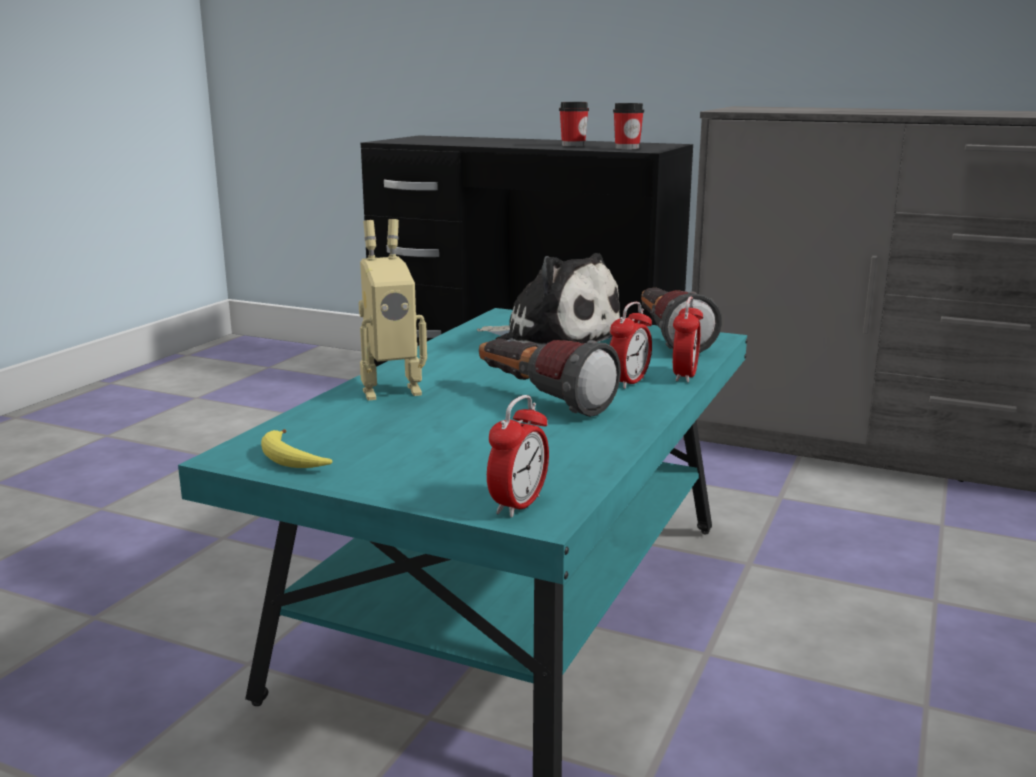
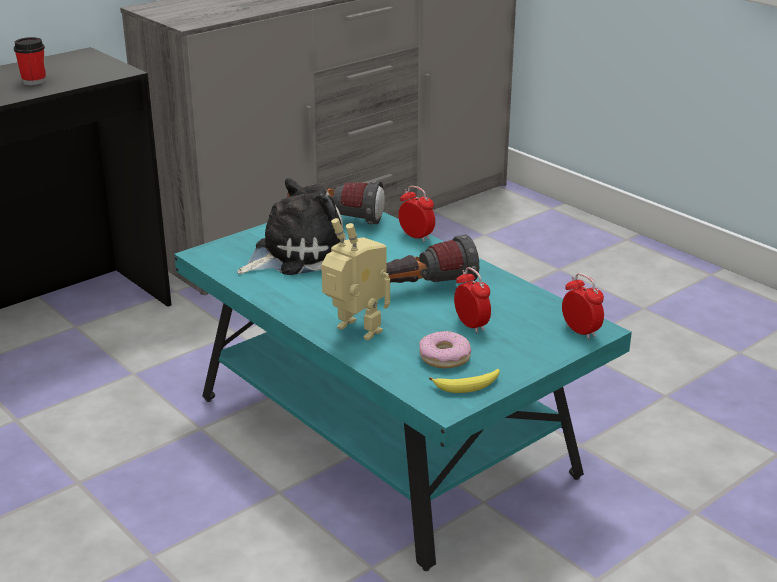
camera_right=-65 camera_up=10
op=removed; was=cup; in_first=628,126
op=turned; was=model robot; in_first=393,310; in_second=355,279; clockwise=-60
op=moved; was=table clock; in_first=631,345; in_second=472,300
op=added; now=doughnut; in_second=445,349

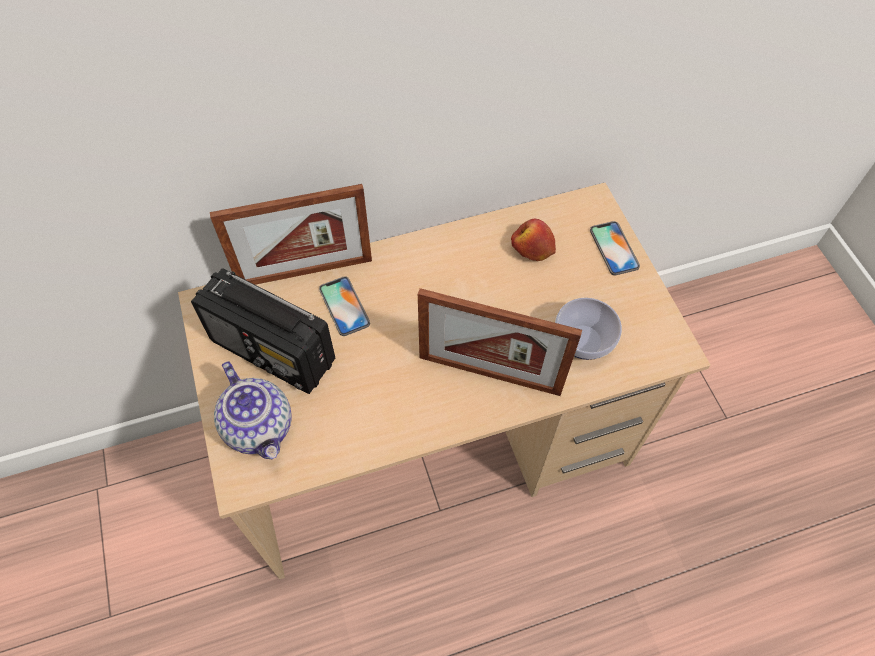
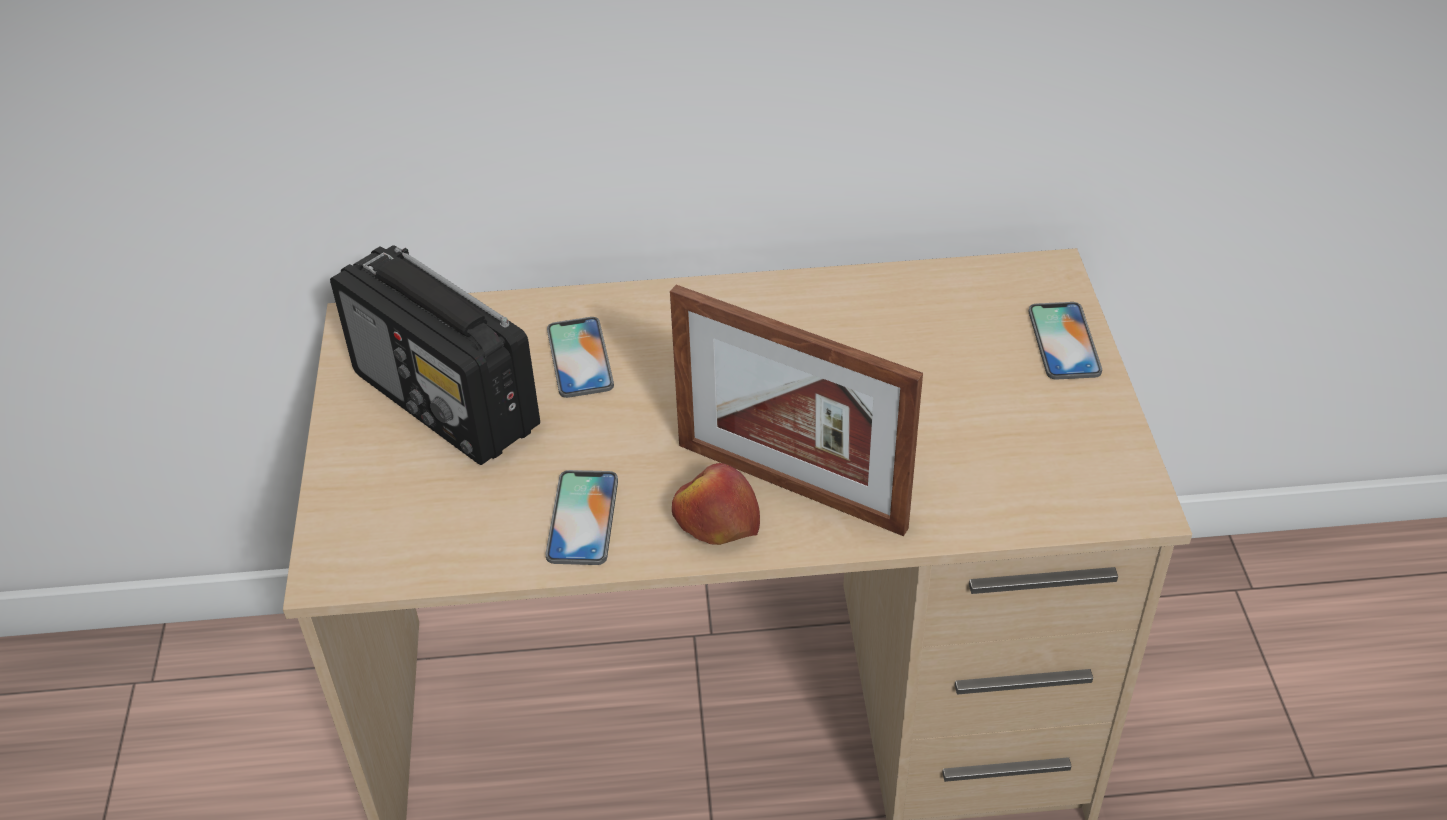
camera_right=15 camera_up=-15
op=removed; was=picture frame; in_first=291,234
op=moved; was=apple; in_first=533,240; in_second=716,504
op=removed; was=serving bowl; in_first=588,329
op=removed; was=teapot; in_first=253,410
op=added; now=phone; in_second=581,517

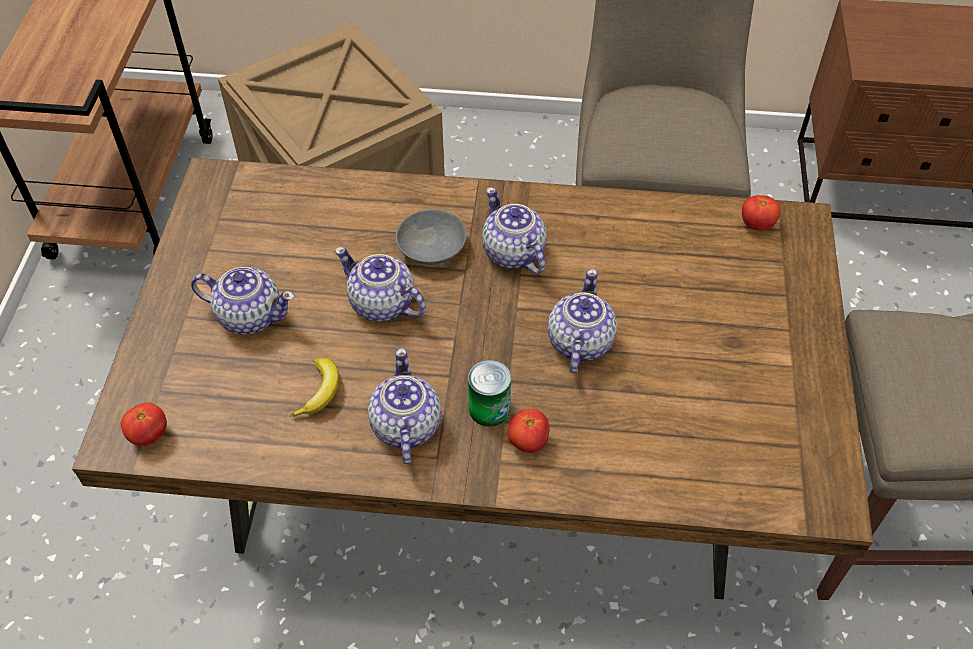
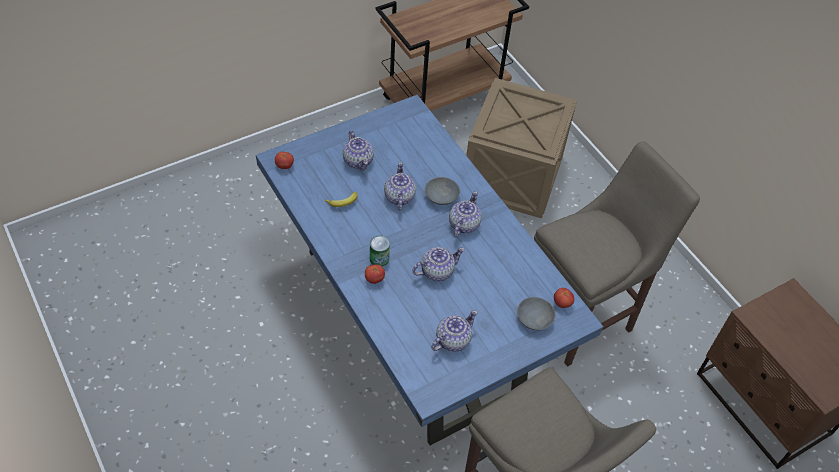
camera_right=50 camera_up=0
op=recoloured; was=kitchen table/brown-coloured; now=kitchen table/bluish; in_first=472,378; in_second=429,270
op=moved; was=teapot; in_first=404,406; in_second=455,331
op=added; now=serving bowl/gray; in_second=536,313

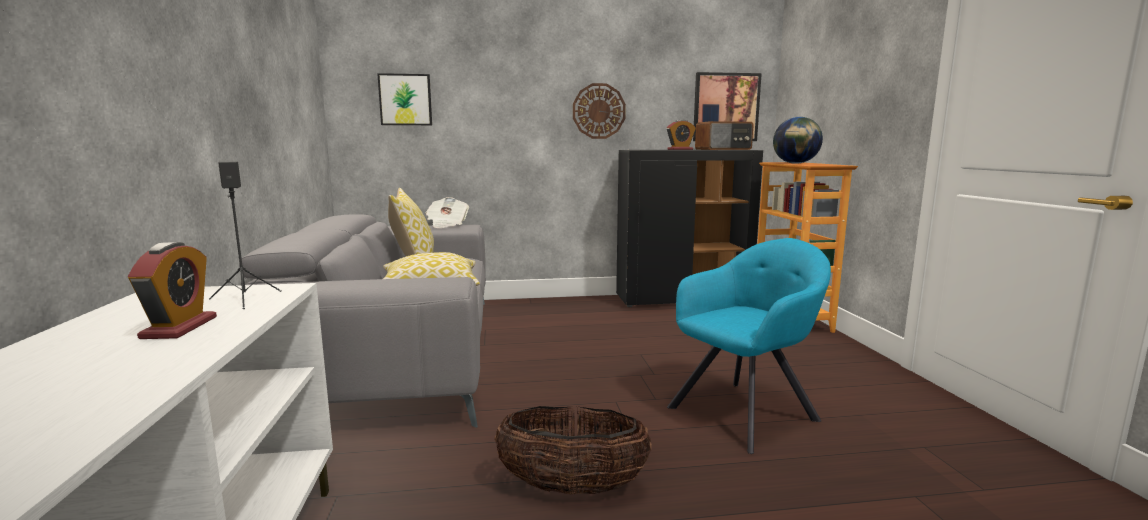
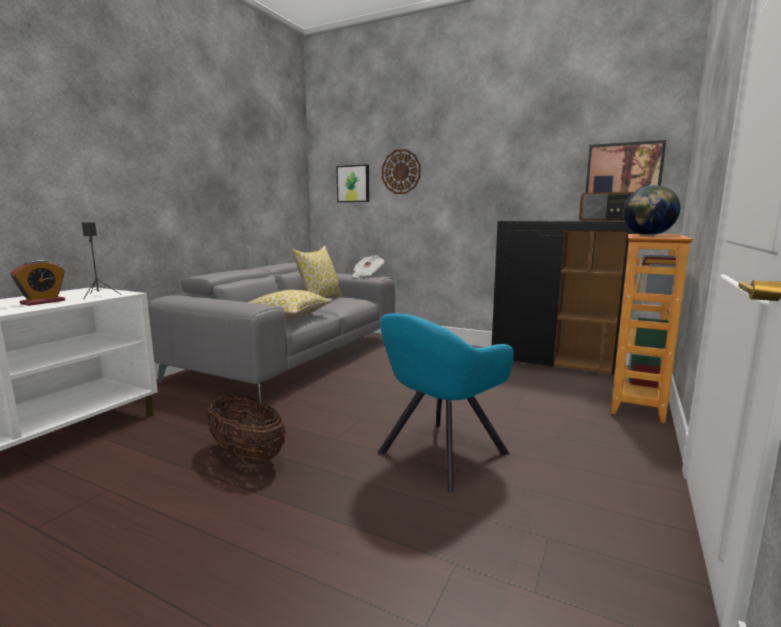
camera_right=35 camera_up=0
op=moved; was=clock on the wall; in_first=599,111; in_second=401,171
op=removed; was=table clock; in_first=681,135
op=turned; was=easy chair/turquoise; in_first=749,346; in_second=446,402; clockwise=135

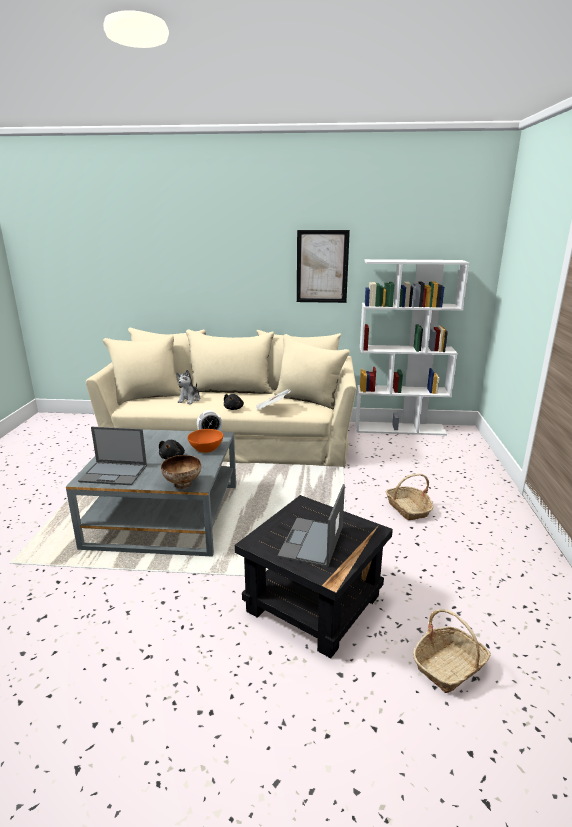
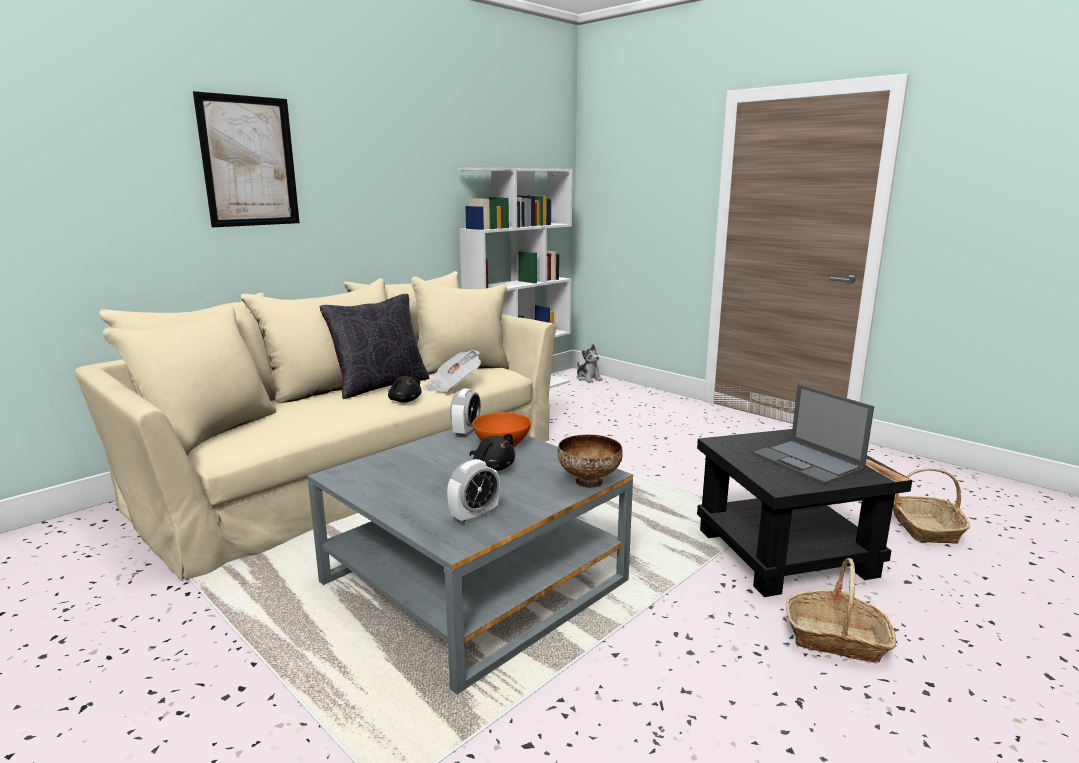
camera_right=-50 camera_up=-5
op=moved; was=wall art; in_first=323,266; in_second=246,159
op=moved; was=soft toy; in_first=188,387; in_second=589,363
op=replaced; was=portable computer; now=table clock; in_first=112,456; in_second=473,491
op=moved; was=storage basket; in_first=409,497; in_second=841,610
op=added; now=throw pillow/black-coloured; in_second=374,346

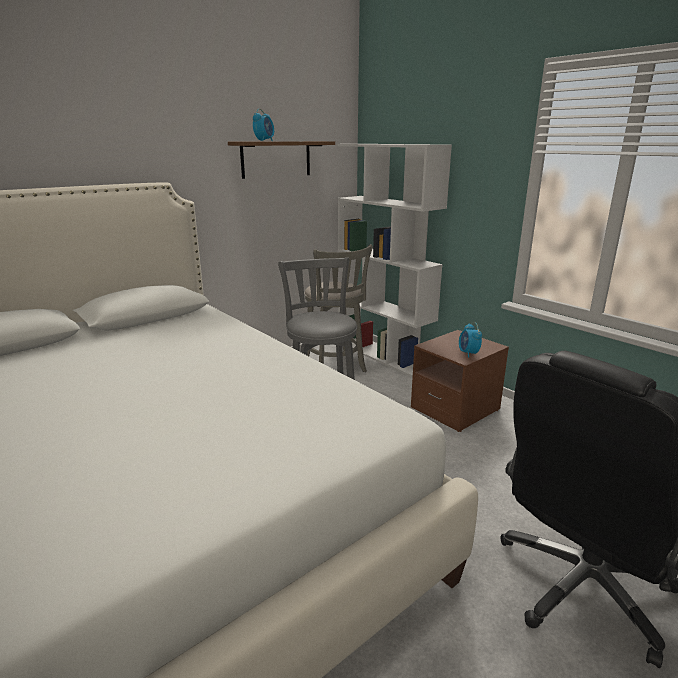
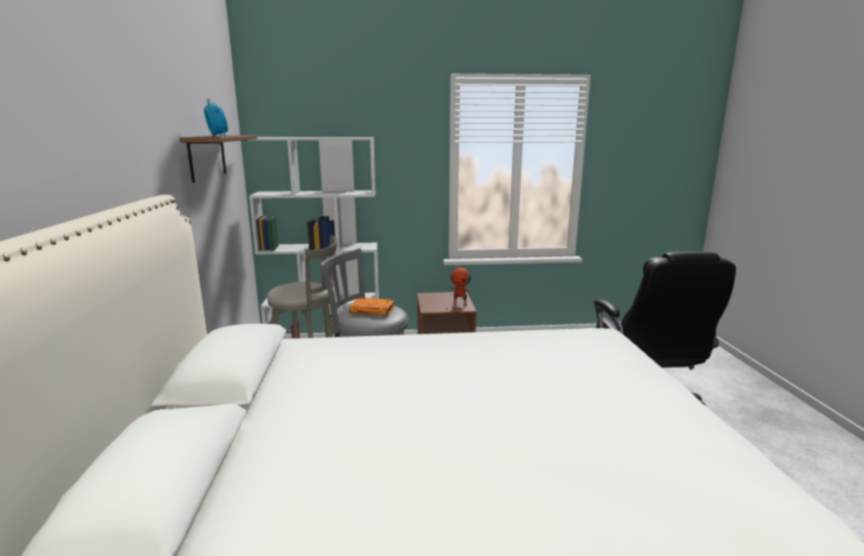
camera_right=-55 camera_up=-5
op=replaced; was=table clock; now=model robot; in_first=470,340; in_second=460,285
op=added; now=bound book/orangey; in_second=372,306

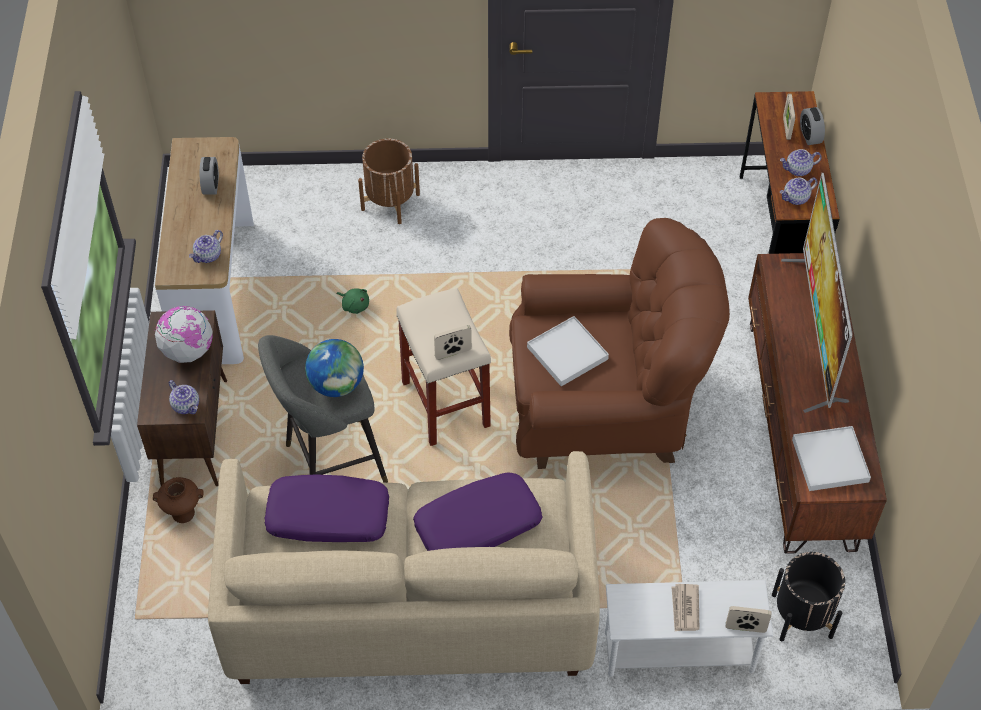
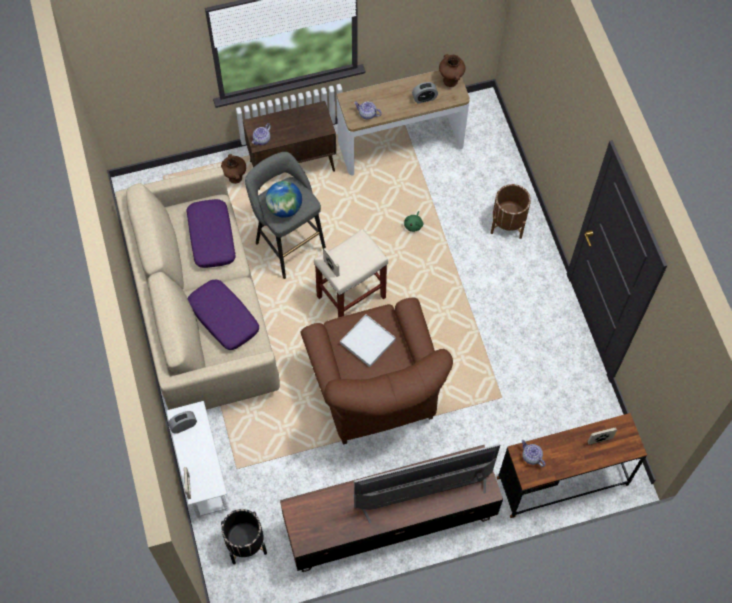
camera_right=75 camera_up=10
op=moved; was=table clock; in_first=812,126; in_second=182,422
op=removed; was=teapot; in_first=801,162
op=removed; was=world globe; in_first=184,334
op=removed; was=tray/white; in_first=831,458
op=removed; was=printed paper; in_first=685,607
op=added; now=decorative vase/brown-coloured; in_second=452,70

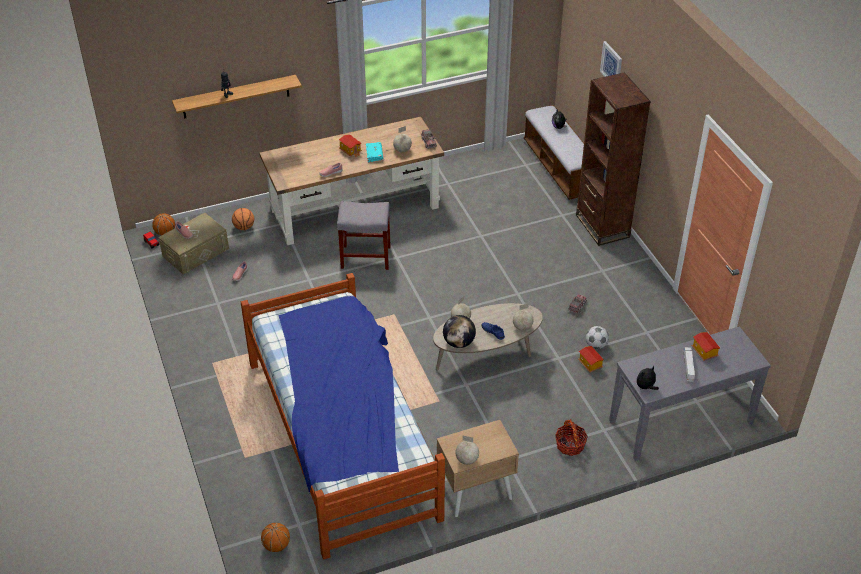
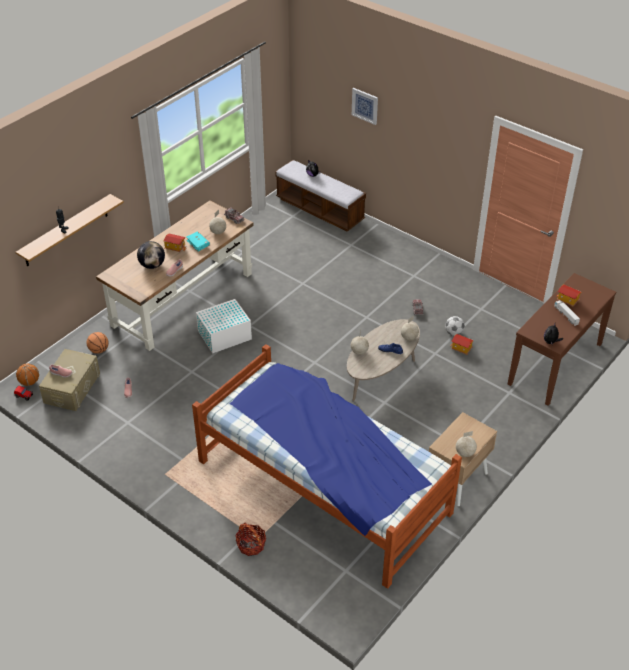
camera_right=-30 camera_up=0
op=removed; was=bookcase/brown-coloured; in_first=613,159
op=replaced; was=sitting stool/gray; now=storage bin/white; in_first=364,235; in_second=224,326
op=moved; was=world globe; in_first=459,331; in_second=151,255
op=recoloured; was=hall table/gray; now=hall table/brown-coloured; in_first=690,393; in_second=562,339
op=moved; was=storage basket; in_first=571,437; in_second=250,539
op=removed; was=ball for basketball; in_first=275,537

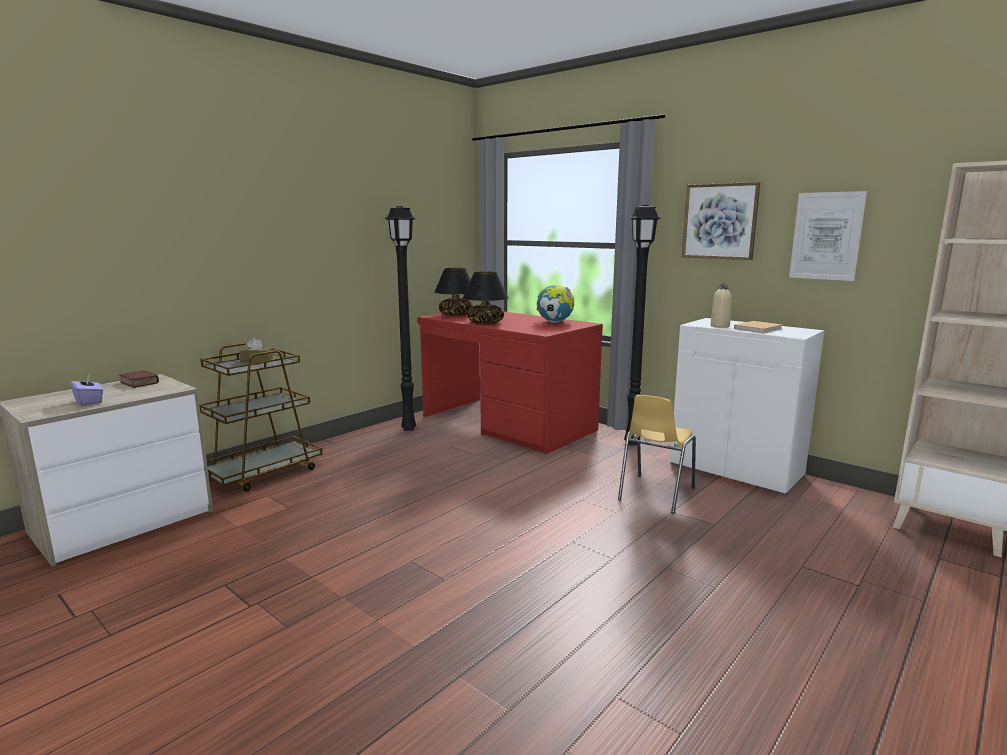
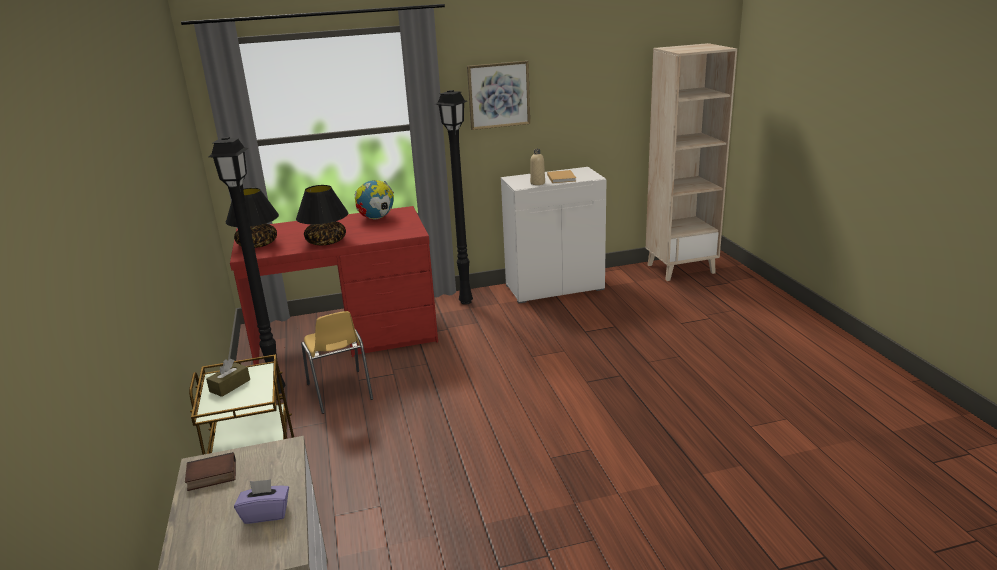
camera_right=-55 camera_up=10
op=removed; was=wall art; in_first=828,236
op=moved; was=chair/yellow; in_first=657,454; in_second=337,362

